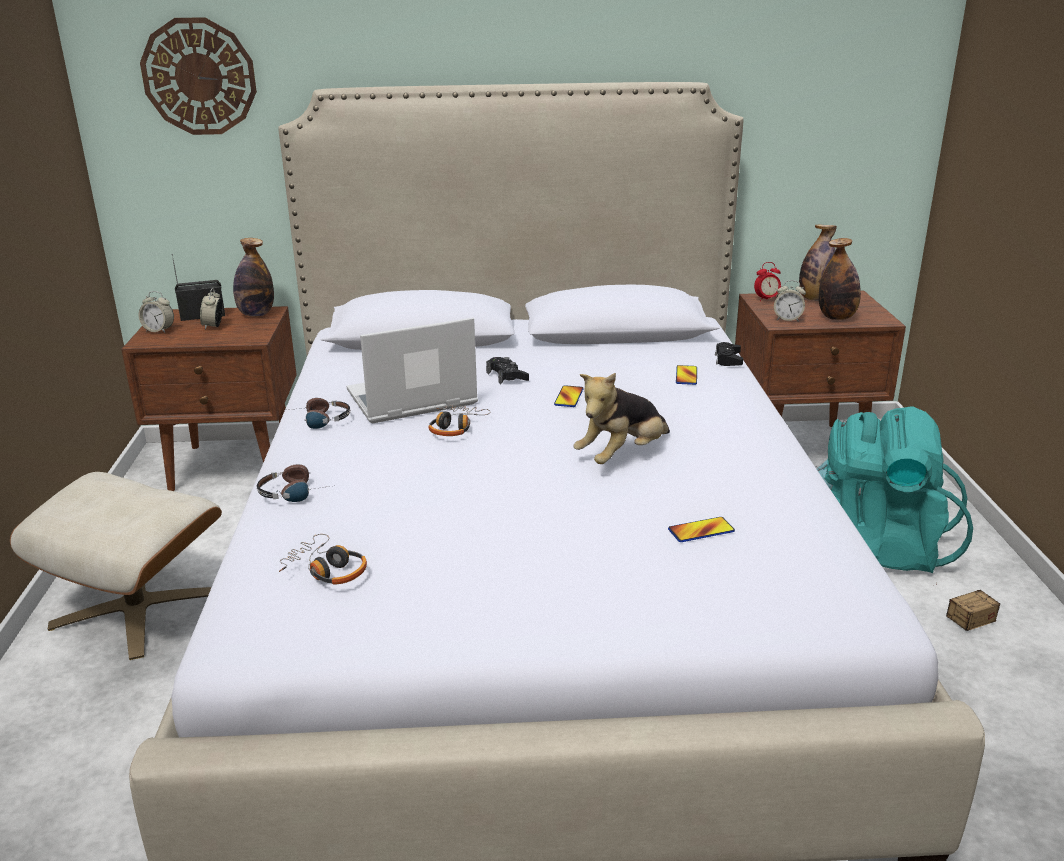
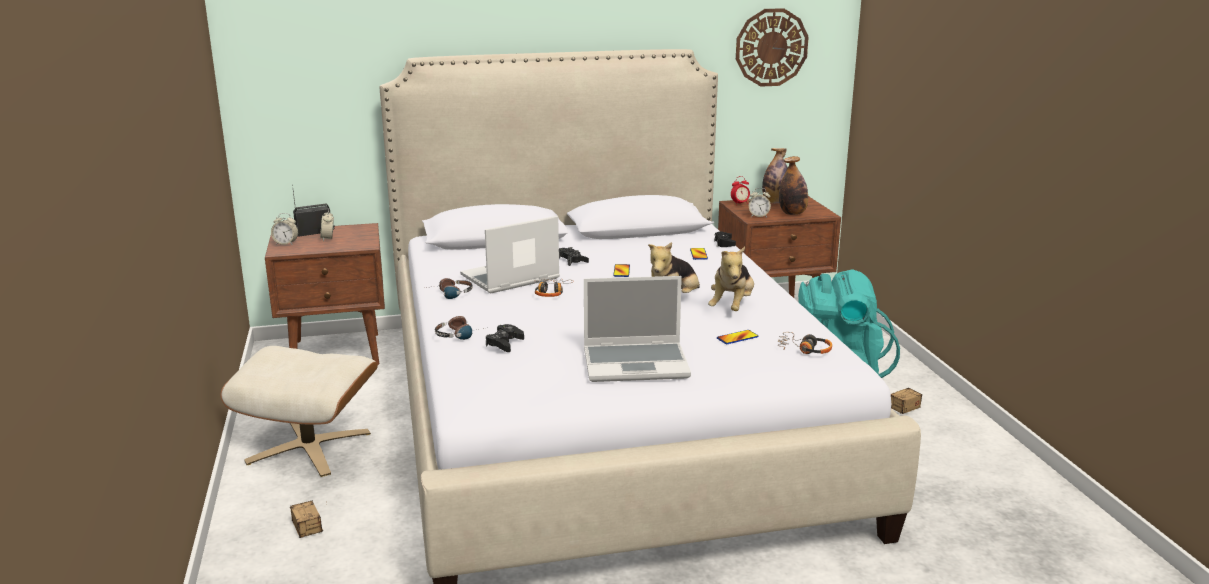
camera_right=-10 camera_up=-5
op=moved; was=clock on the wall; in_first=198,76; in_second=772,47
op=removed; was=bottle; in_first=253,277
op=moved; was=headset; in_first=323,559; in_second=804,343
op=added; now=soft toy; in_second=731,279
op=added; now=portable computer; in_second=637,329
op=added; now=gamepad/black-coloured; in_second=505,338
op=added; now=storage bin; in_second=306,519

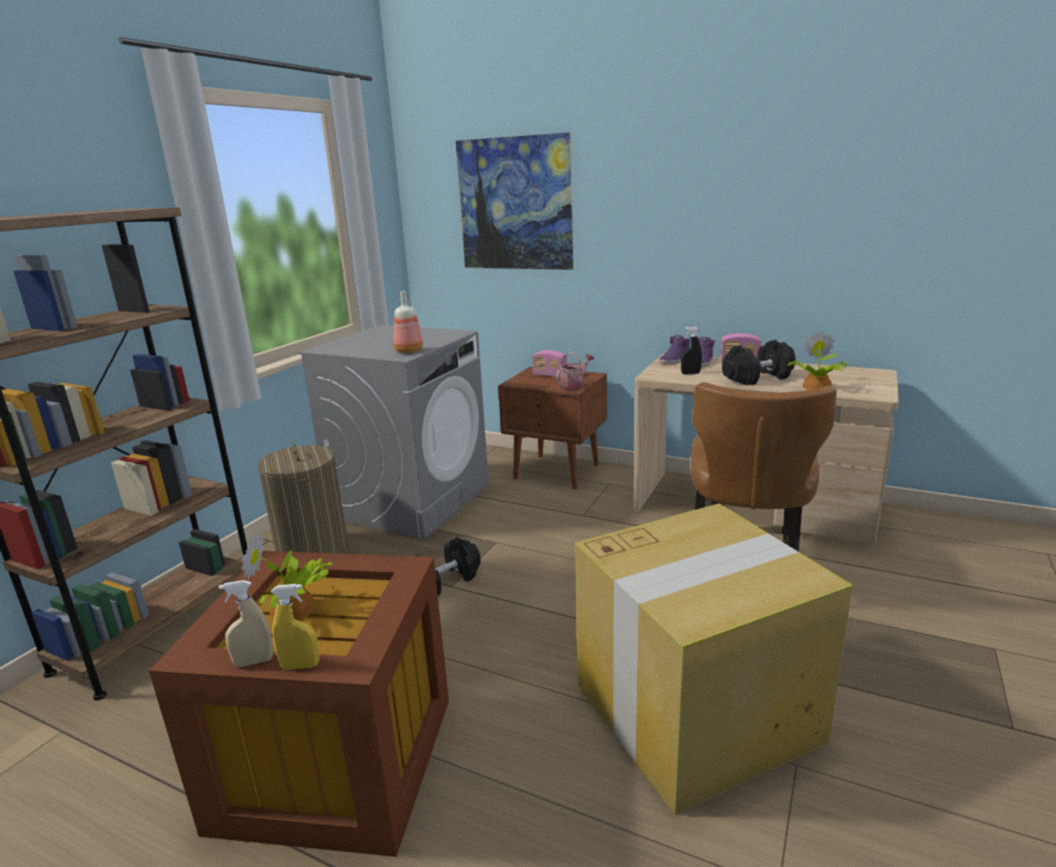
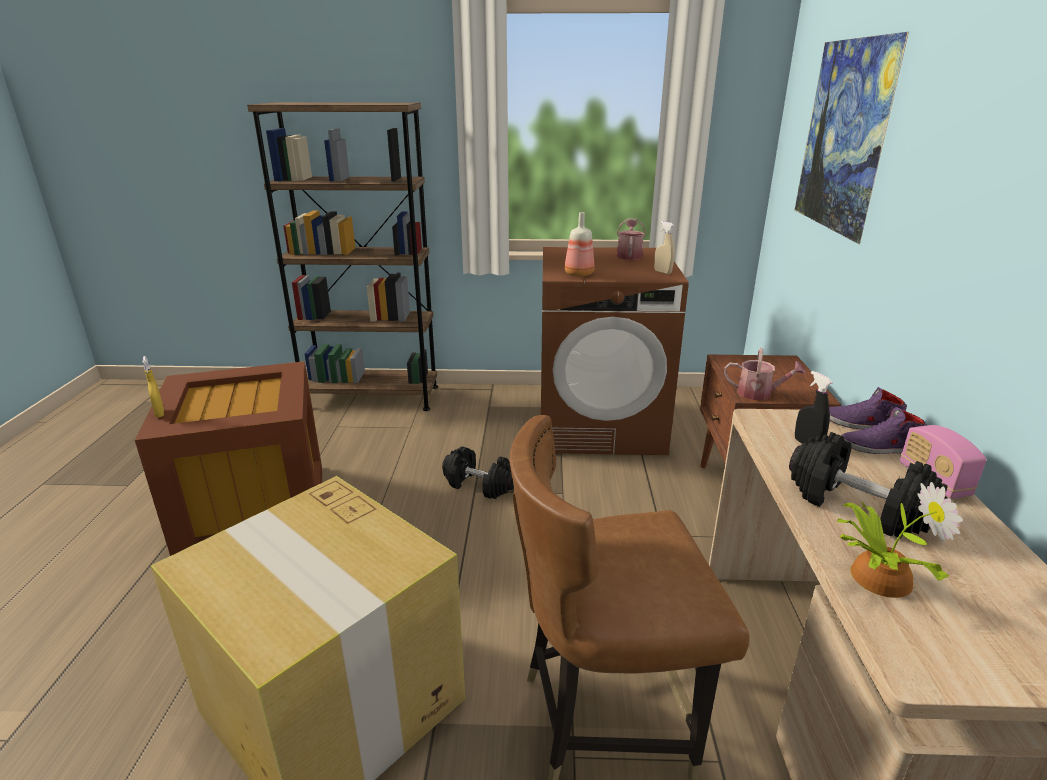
camera_right=65 camera_up=5
op=recoloured; was=laundry appliance/gray; now=laundry appliance/brown-coloured; in_first=393,432; in_second=615,351
op=removed; was=radio receiver; in_first=549,364
op=removed; was=washing basket; in_first=302,498
op=removed; was=plant in a pot; in_first=287,577
op=moved; was=hand sprayer/beige; in_first=246,623; in_second=664,247
op=added; now=watering can; in_second=631,239

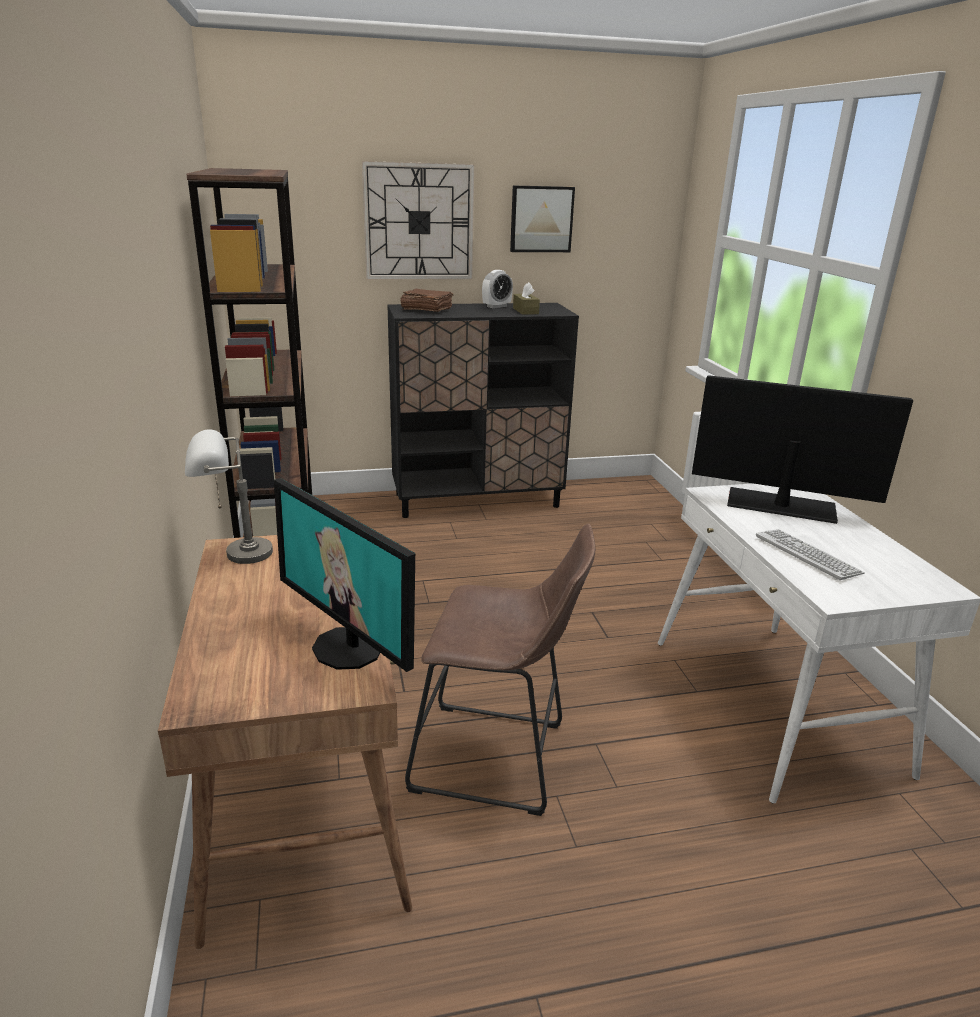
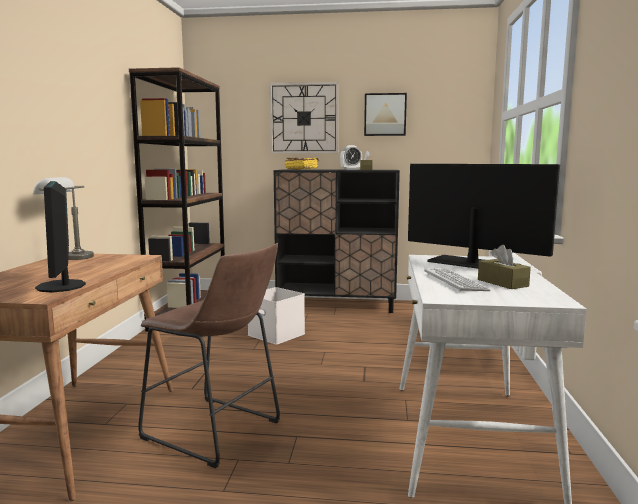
camera_right=20 camera_up=-15
op=recoloured; was=bound book/brown-coloured; now=bound book/yellow; in_first=427,300; in_second=302,163
op=added; now=box of tissues/brown-coloured; in_second=504,267
op=added; now=storage bin/white; in_second=276,316

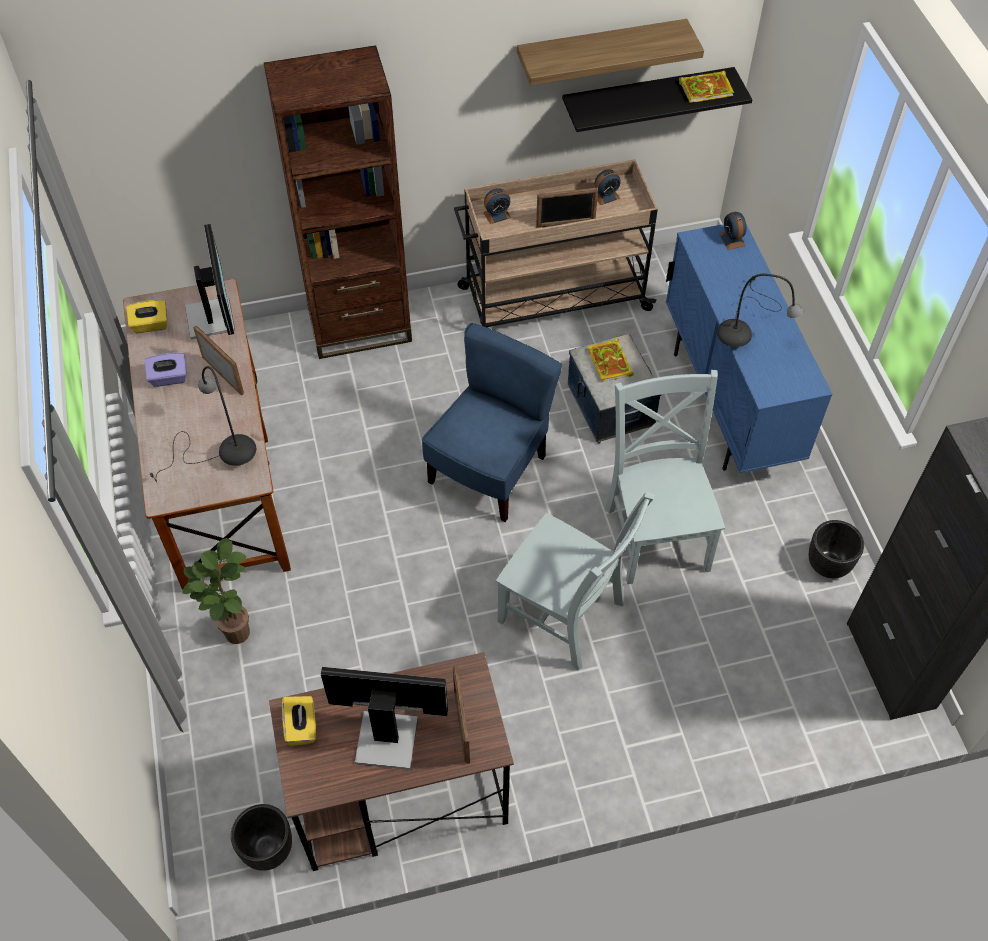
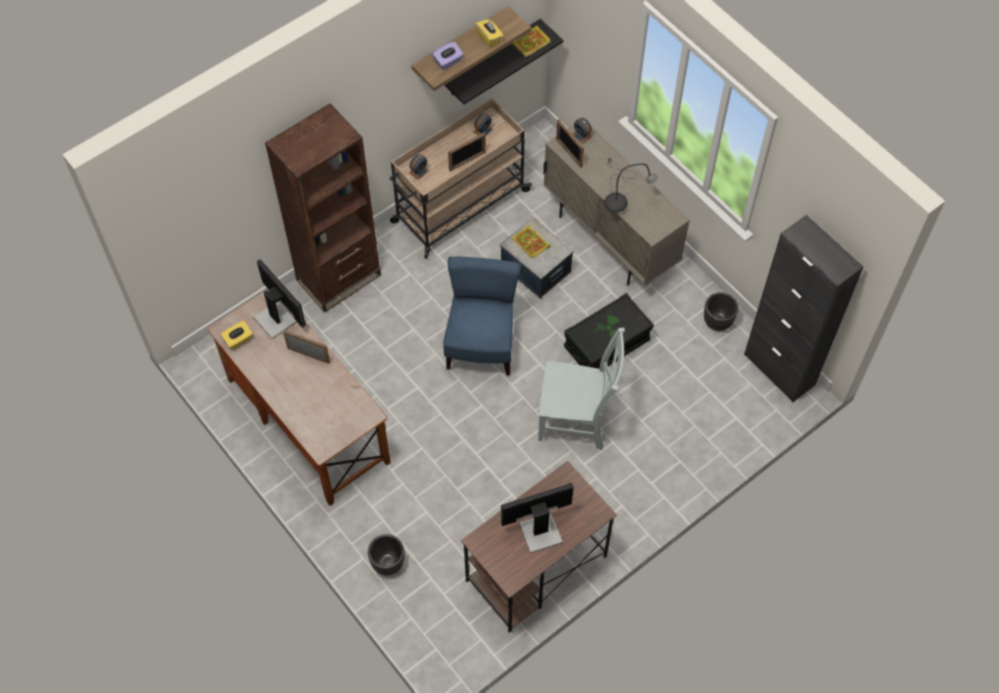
camera_right=-25 camera_up=5
op=recoloured; was=cupboard/bluish; now=cupboard/beige; in_first=749,348; in_second=616,205
op=moved; was=box of tissues/purple; in_first=165,370; in_second=447,56
op=removed; was=table lamp/gray; in_first=203,424
op=replaced; was=chair/gray; now=storage bin/black-coloured; in_first=665,477; in_second=609,331
op=removed; was=plant in a pot; in_first=216,591
op=moved; was=picture frame; in_first=461,714; in_second=570,143
op=moved; was=box of tissues/yellow; in_first=299,721; in_second=489,33
op=moved; was=plant pot/black-coloured; in_first=261,837; in_second=386,554

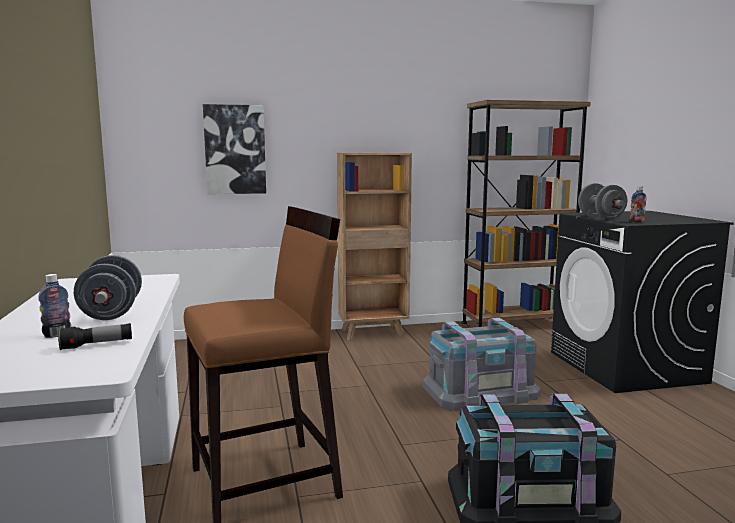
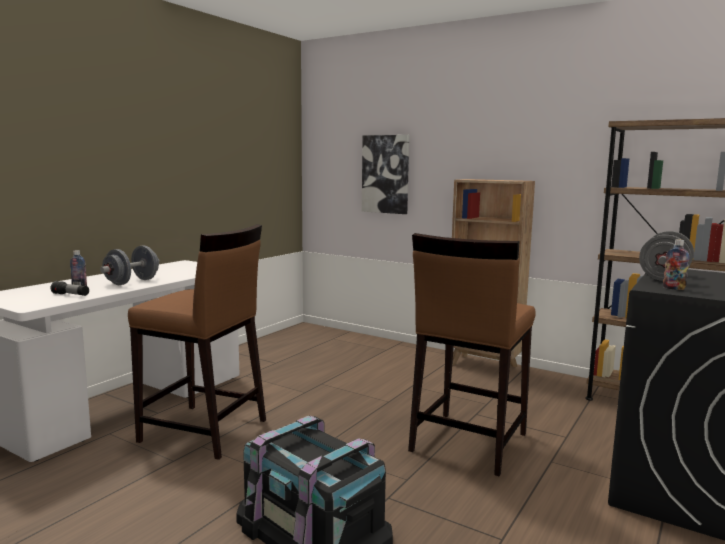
camera_right=45 camera_up=0
op=replaced; was=storage bin/gray; now=sitting stool/brown-coloured; in_first=482,364; in_second=472,354

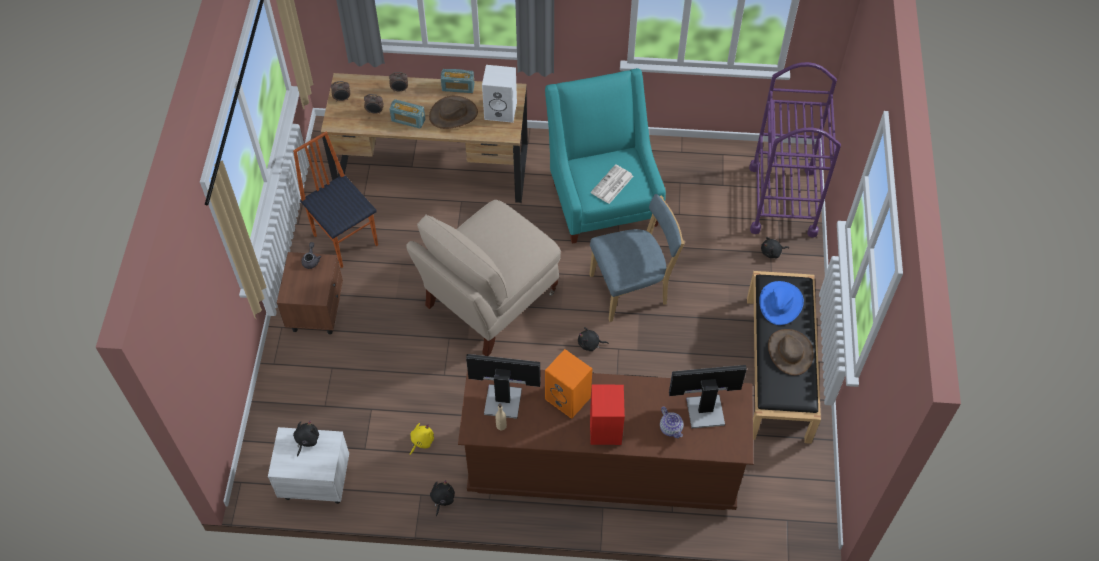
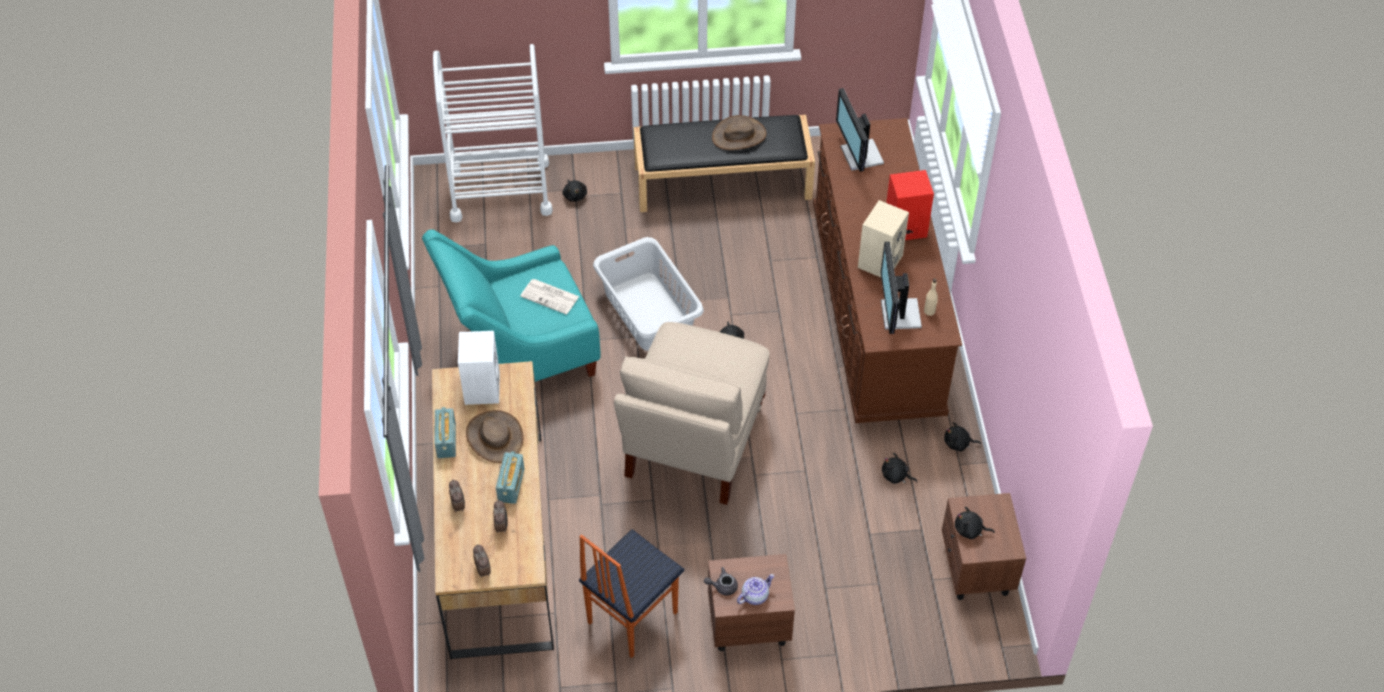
camera_right=-100 camera_up=-5
op=recoloured; was=cart/purple; now=cart/white; in_first=795,150; in_second=493,133
op=replaced; was=chair/bluish; now=washing basket/gray; in_first=637,258; in_second=648,294
op=turned; was=chair/beige; in_first=483,278; in_second=691,413; clockwise=75
op=removed; was=clothing hat/bluish; in_first=781,303
op=recoloured; was=audio speaker/orangey; now=audio speaker/beige; in_first=568,384; in_second=883,238
op=moved; was=teapot; in_first=672,422; in_second=755,589
op=recoloured; was=soft toy/yellow; now=soft toy/black-coloured; in_first=422,439; in_second=899,468
op=recoloured; was=nightstand/white; now=nightstand/brown-coloured; in_first=308,465; in_second=984,546

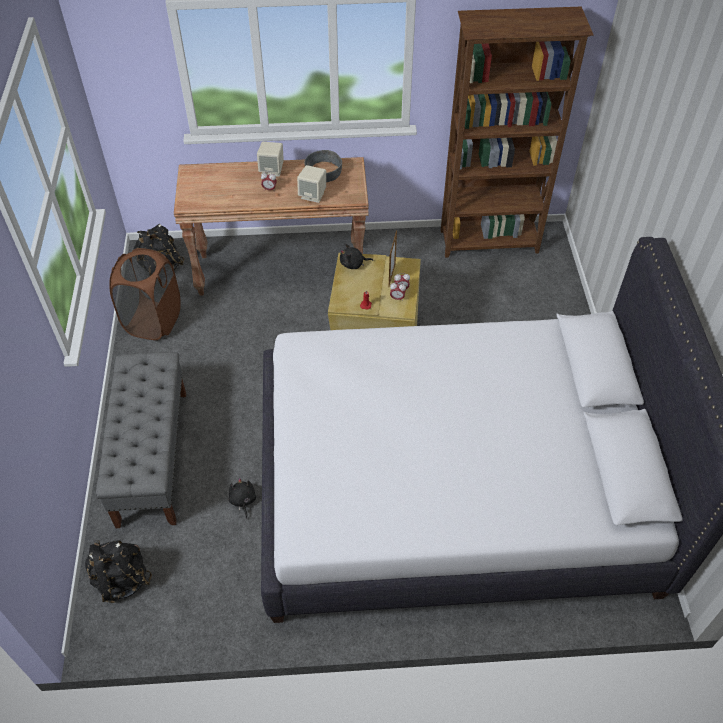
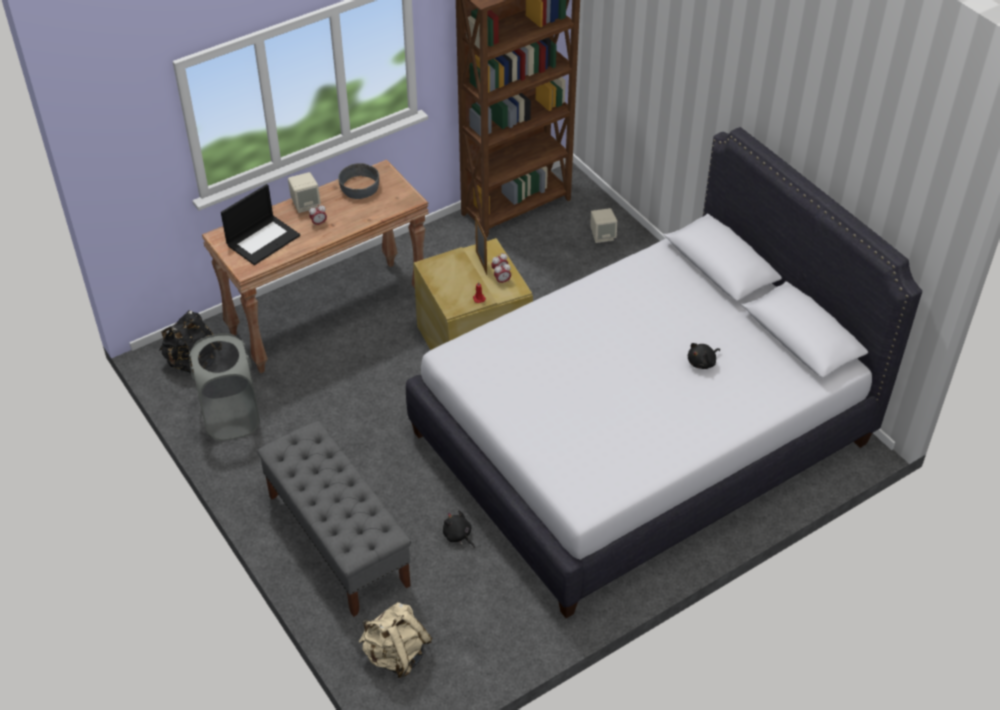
camera_right=-30 camera_up=-5
op=moved; was=audio speaker/beige; in_first=311,184; in_second=603,225
op=moved; was=soft toy/black-coloured; in_first=356,256; in_second=704,356
op=recoloured; was=washing basket/brown-coloured; now=washing basket/gray; in_first=144,294; in_second=224,387
op=recoloured; was=rucksack/black-coloured; now=rucksack/beige; in_first=118,572; in_second=395,640
op=added; now=portable computer; in_second=260,224

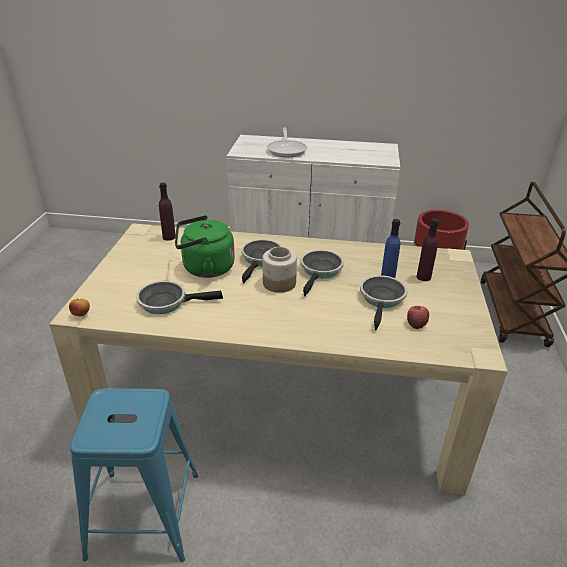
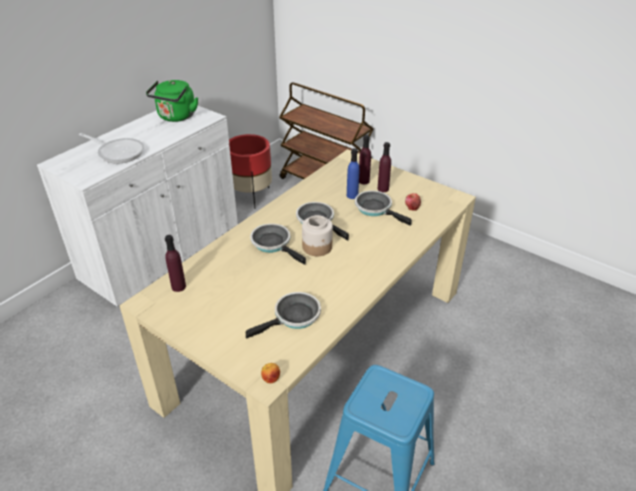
camera_right=-60 camera_up=5
op=moved; was=tea kettle/green; in_first=205,246; in_second=172,101
op=turned; was=pan; in_first=179,297; in_second=283,315; clockwise=-150
op=added; now=bottle/purple; in_second=384,167

